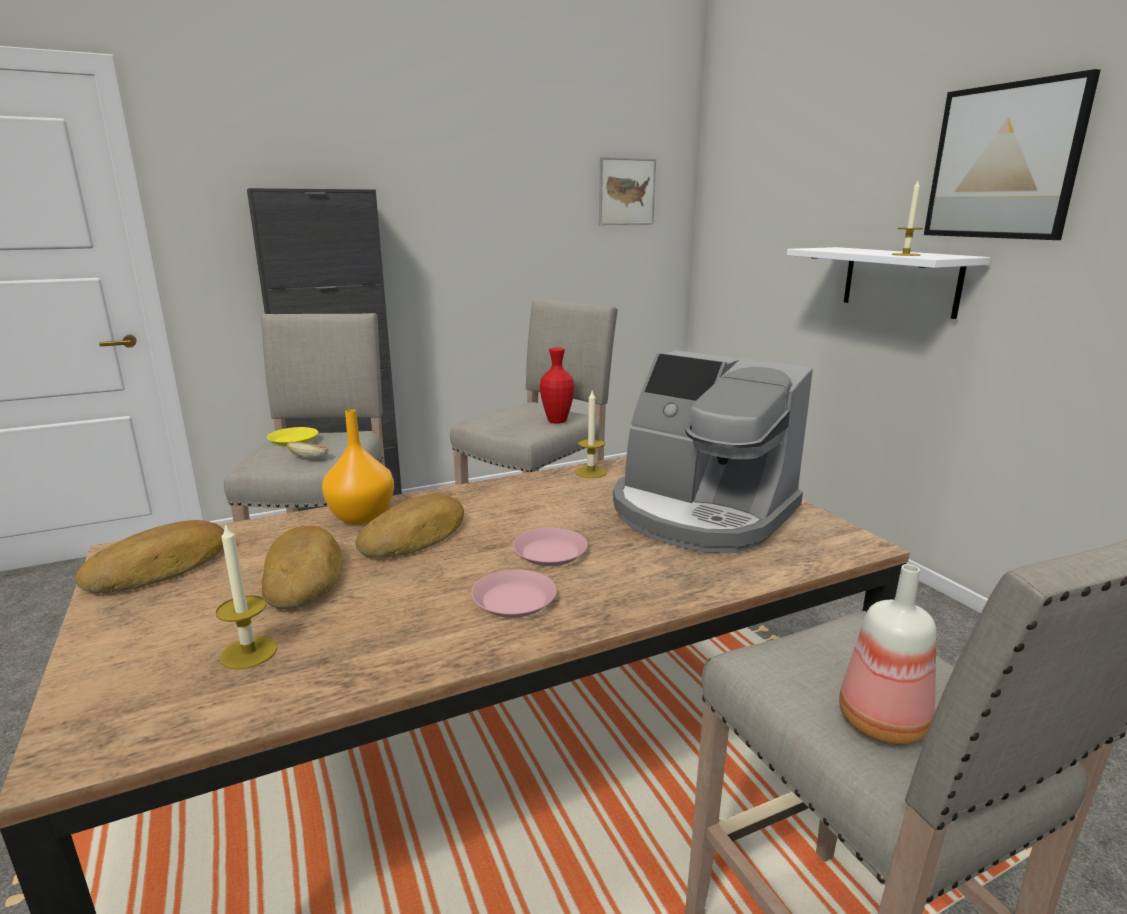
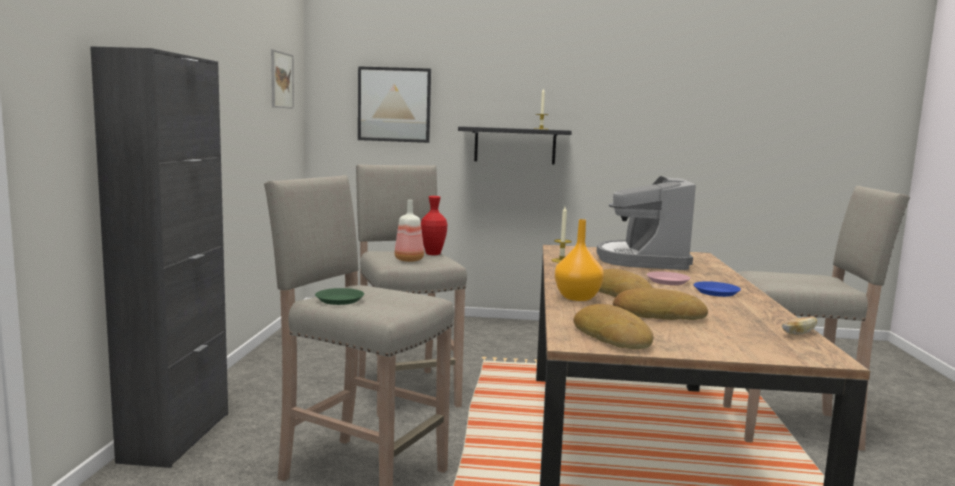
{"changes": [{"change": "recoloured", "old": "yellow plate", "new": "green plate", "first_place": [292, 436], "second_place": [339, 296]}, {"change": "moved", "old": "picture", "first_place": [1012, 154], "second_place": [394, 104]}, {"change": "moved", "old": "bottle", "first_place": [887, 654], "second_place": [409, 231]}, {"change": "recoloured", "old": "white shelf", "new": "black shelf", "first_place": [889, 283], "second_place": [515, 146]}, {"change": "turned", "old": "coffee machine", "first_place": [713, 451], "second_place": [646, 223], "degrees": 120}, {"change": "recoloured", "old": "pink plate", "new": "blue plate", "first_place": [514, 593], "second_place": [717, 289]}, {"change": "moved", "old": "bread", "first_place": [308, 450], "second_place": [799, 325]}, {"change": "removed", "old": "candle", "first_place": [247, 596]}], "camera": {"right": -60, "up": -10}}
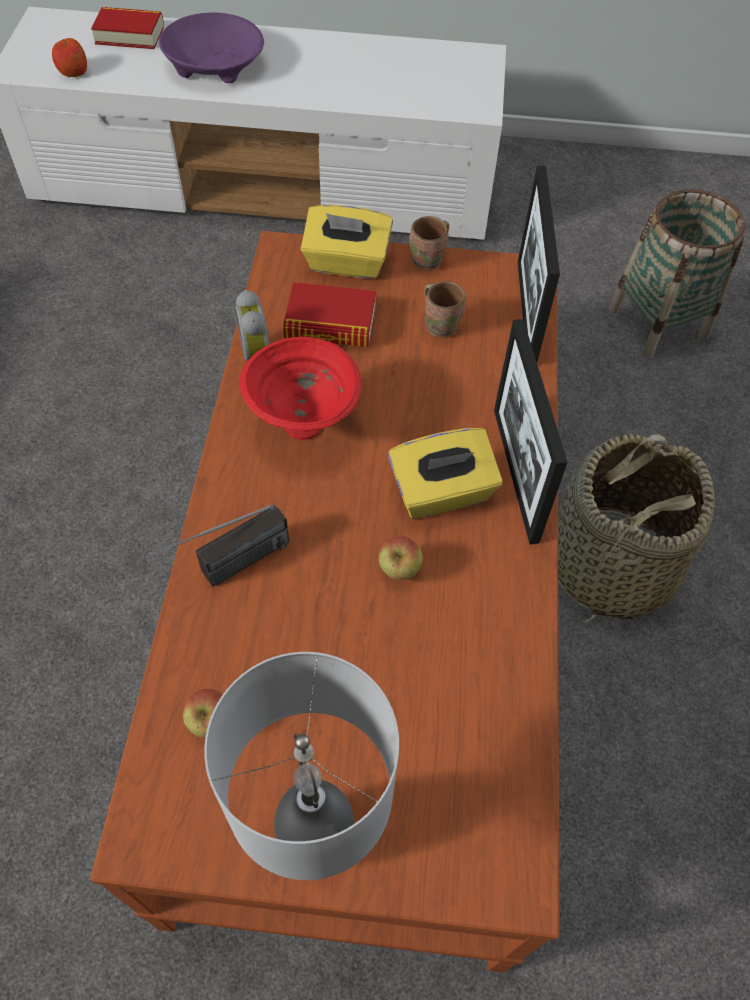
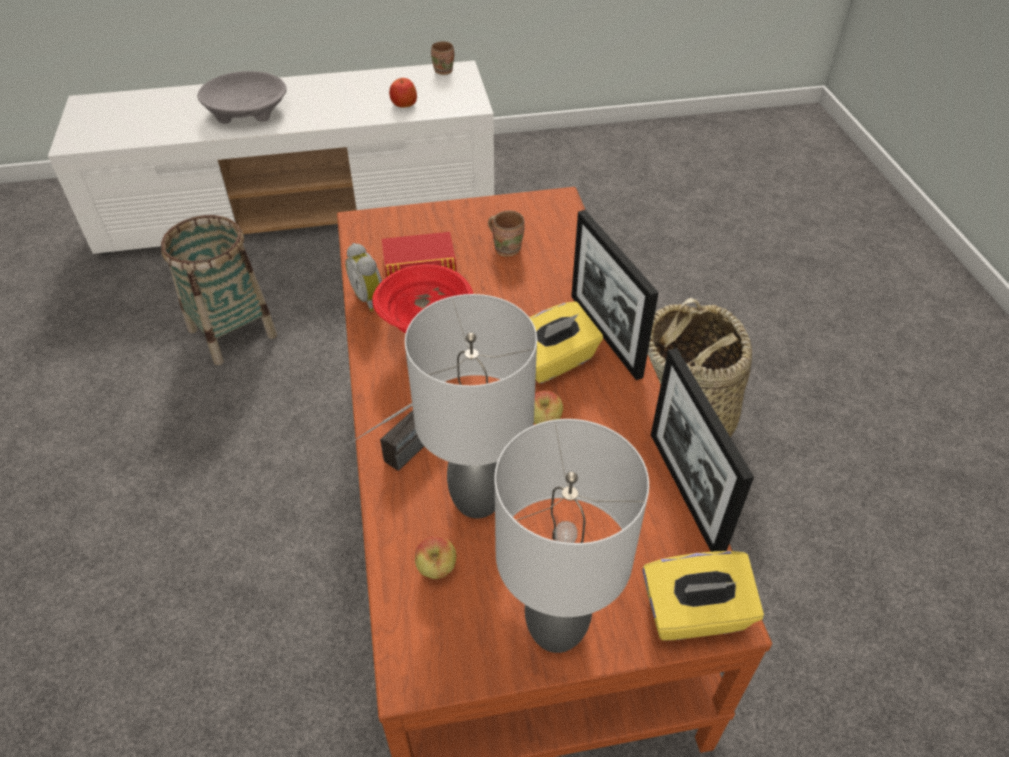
{"changes": [{"change": "moved", "old": "basket", "first_place": [677, 273], "second_place": [219, 290]}, {"change": "recoloured", "old": "purple bowl", "new": "grey bowl", "first_place": [211, 47], "second_place": [242, 97]}, {"change": "moved", "old": "apple", "first_place": [69, 57], "second_place": [403, 93]}, {"change": "added", "new": "grey table lamp", "second_place": [471, 406]}, {"change": "moved", "old": "brown mug", "first_place": [429, 243], "second_place": [442, 58]}, {"change": "moved", "old": "yellow tissue box", "first_place": [347, 242], "second_place": [703, 596]}, {"change": "moved", "old": "picture frame", "first_place": [539, 264], "second_place": [702, 450]}, {"change": "removed", "old": "book", "first_place": [127, 28]}], "camera": {"right": -15, "up": -10}}
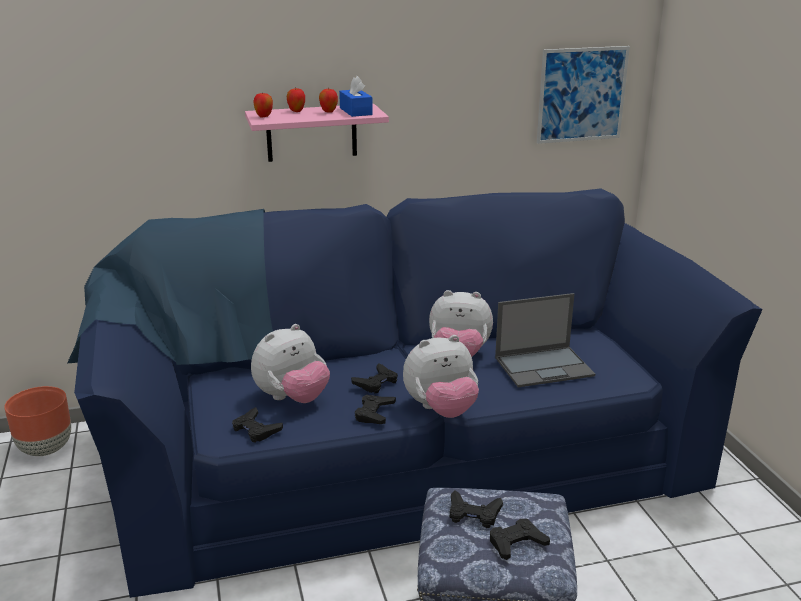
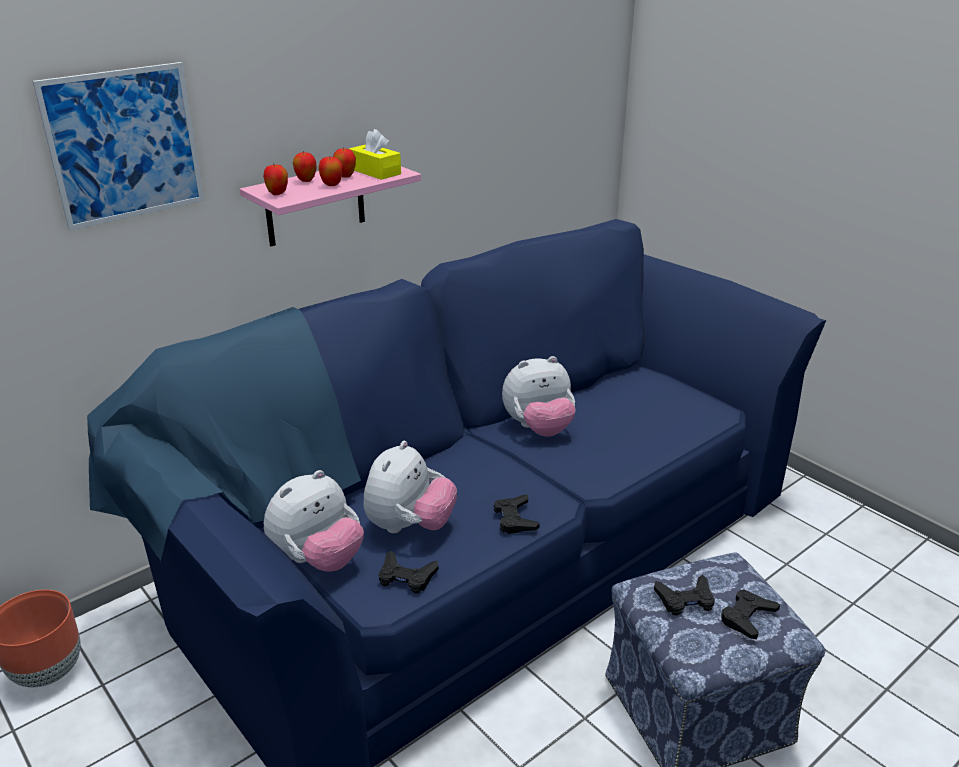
{"changes": [{"change": "moved", "old": "picture", "first_place": [583, 95], "second_place": [118, 146]}, {"change": "moved", "old": "plush toy", "first_place": [441, 376], "second_place": [314, 521]}, {"change": "added", "new": "apple", "second_place": [330, 170]}, {"change": "recoloured", "old": "blue tissue box", "new": "yellow tissue box", "first_place": [356, 96], "second_place": [375, 154]}, {"change": "removed", "old": "black game controller", "first_place": [374, 378]}, {"change": "removed", "old": "laptop", "first_place": [545, 340]}], "camera": {"right": -25, "up": 5}}
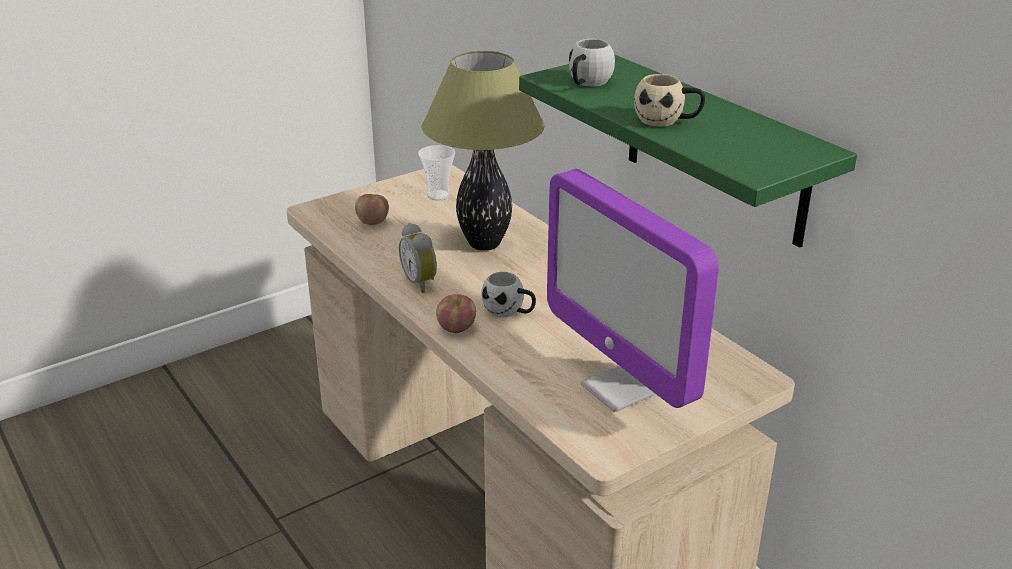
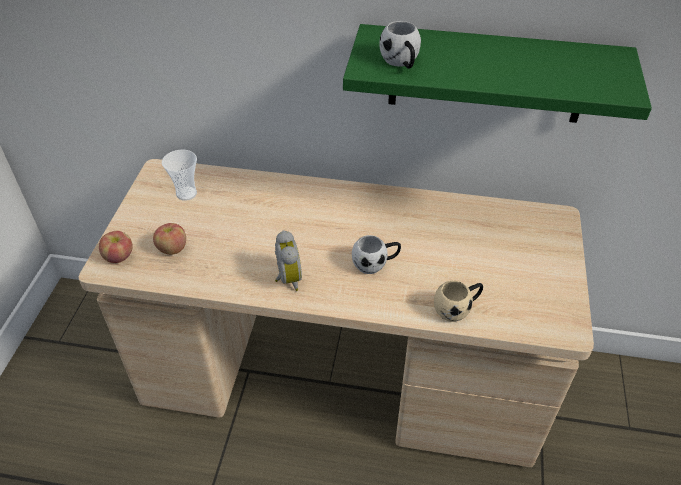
{"changes": [{"change": "moved", "old": "apple", "first_place": [456, 313], "second_place": [116, 247]}, {"change": "turned", "old": "alarm clock", "first_place": [418, 258], "second_place": [288, 260], "degrees": -120}, {"change": "moved", "old": "beige mug", "first_place": [669, 100], "second_place": [458, 301]}, {"change": "removed", "old": "table lamp", "first_place": [483, 150]}, {"change": "removed", "old": "monitor", "first_place": [633, 290]}], "camera": {"right": -45, "up": 15}}
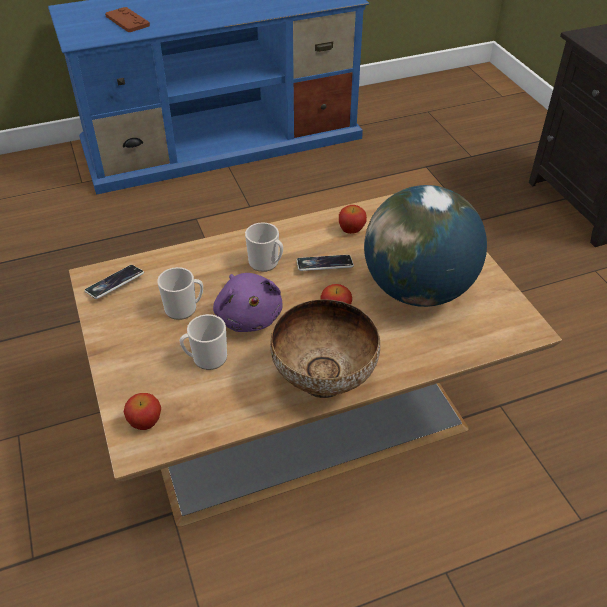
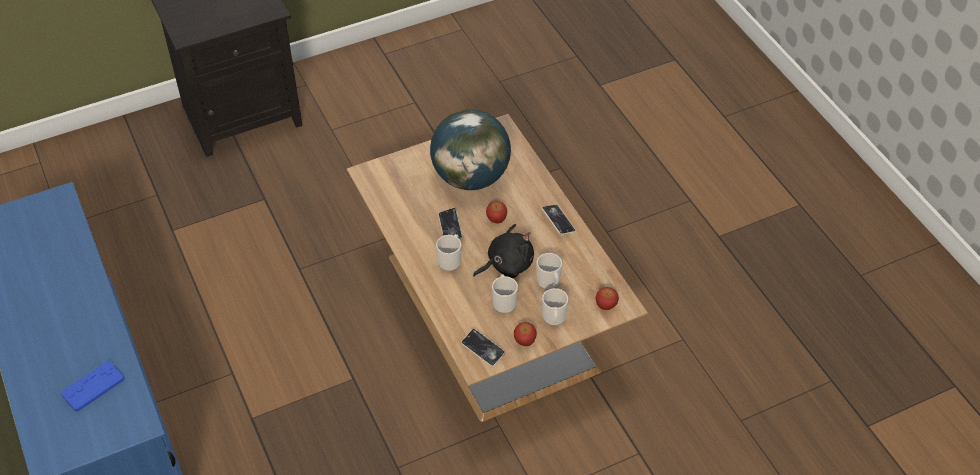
{"changes": [{"change": "recoloured", "old": "brown game controller", "new": "blue game controller", "first_place": [127, 19], "second_place": [93, 386]}, {"change": "recoloured", "old": "purple plush toy", "new": "black plush toy", "first_place": [248, 302], "second_place": [503, 251]}, {"change": "moved", "old": "apple", "first_place": [353, 219], "second_place": [525, 334]}, {"change": "replaced", "old": "bowl", "new": "phone", "first_place": [325, 348], "second_place": [559, 220]}, {"change": "added", "new": "mug", "second_place": [555, 307]}], "camera": {"right": -95, "up": 5}}
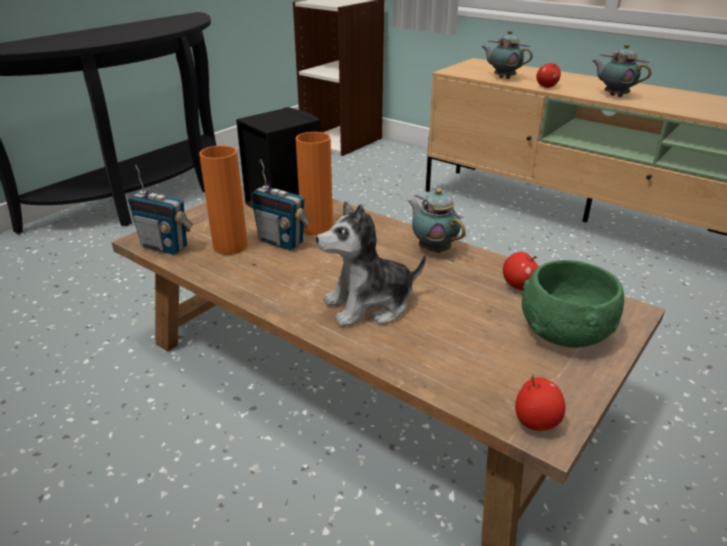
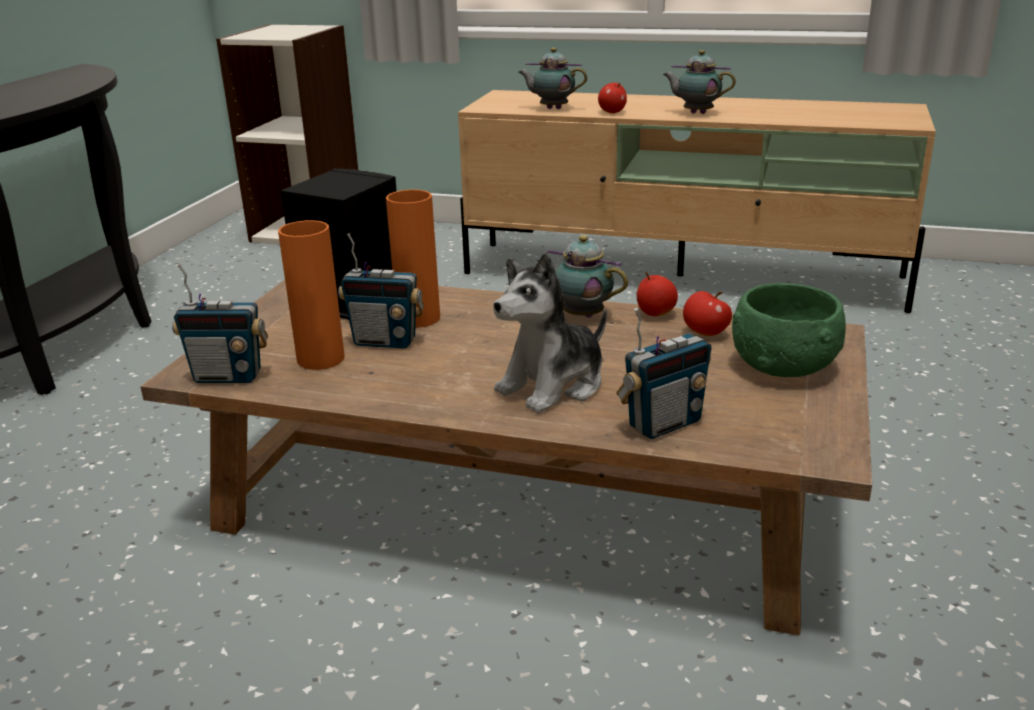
{"changes": [{"change": "added", "new": "radio", "second_place": [664, 373]}, {"change": "moved", "old": "apple", "first_place": [540, 403], "second_place": [657, 294]}], "camera": {"right": -20, "up": -5}}
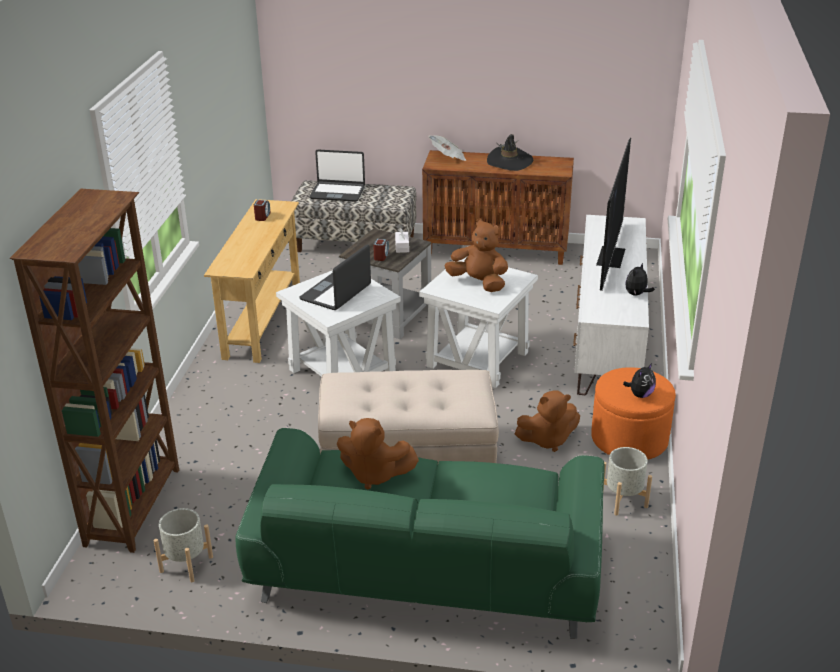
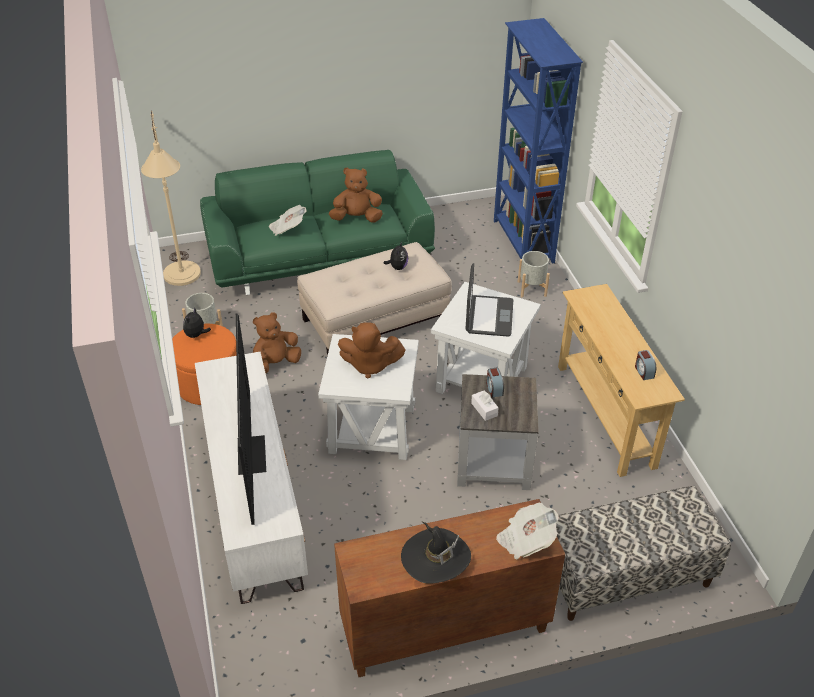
{"changes": [{"change": "added", "new": "beige floor lamp", "second_place": [171, 198]}, {"change": "added", "new": "newspaper", "second_place": [288, 220]}, {"change": "moved", "old": "plush toy", "first_place": [640, 279], "second_place": [396, 255]}, {"change": "recoloured", "old": "brown bookcase", "new": "blue bookcase", "first_place": [94, 371], "second_place": [538, 141]}, {"change": "moved", "old": "grey planter", "first_place": [183, 545], "second_place": [534, 274]}, {"change": "removed", "old": "laptop", "first_place": [337, 176]}], "camera": {"right": 155, "up": 10}}
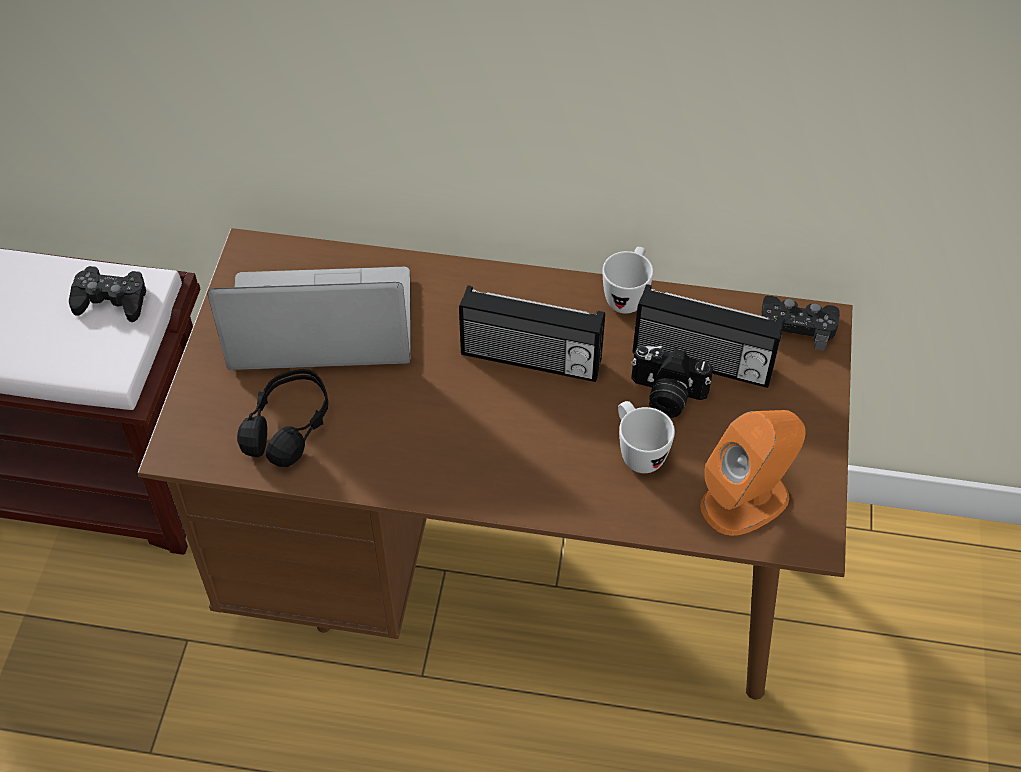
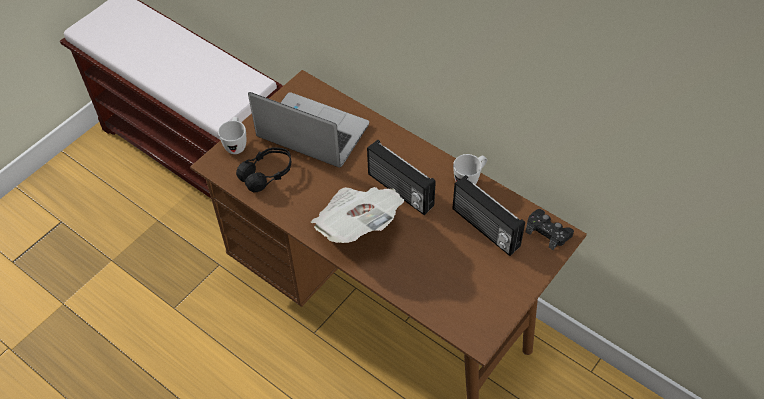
{"changes": [{"change": "moved", "old": "white mug", "first_place": [646, 437], "second_place": [232, 135]}, {"change": "added", "new": "newspaper", "second_place": [357, 215]}, {"change": "removed", "old": "black game controller", "first_place": [107, 294]}, {"change": "removed", "old": "photo camera", "first_place": [672, 382]}, {"change": "removed", "old": "orange speaker", "first_place": [753, 473]}], "camera": {"right": 30, "up": 0}}
